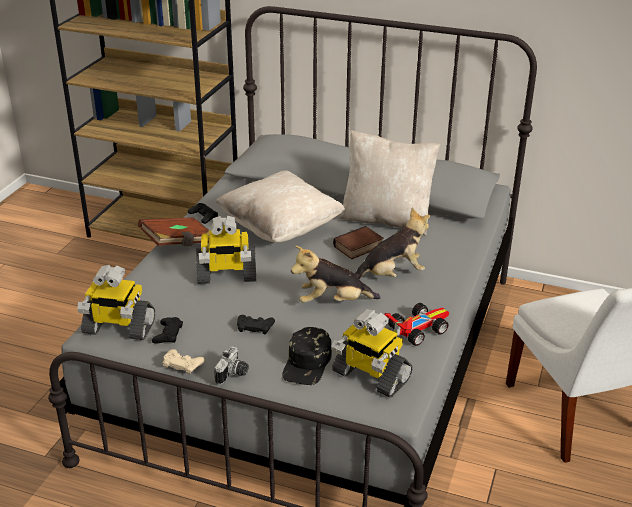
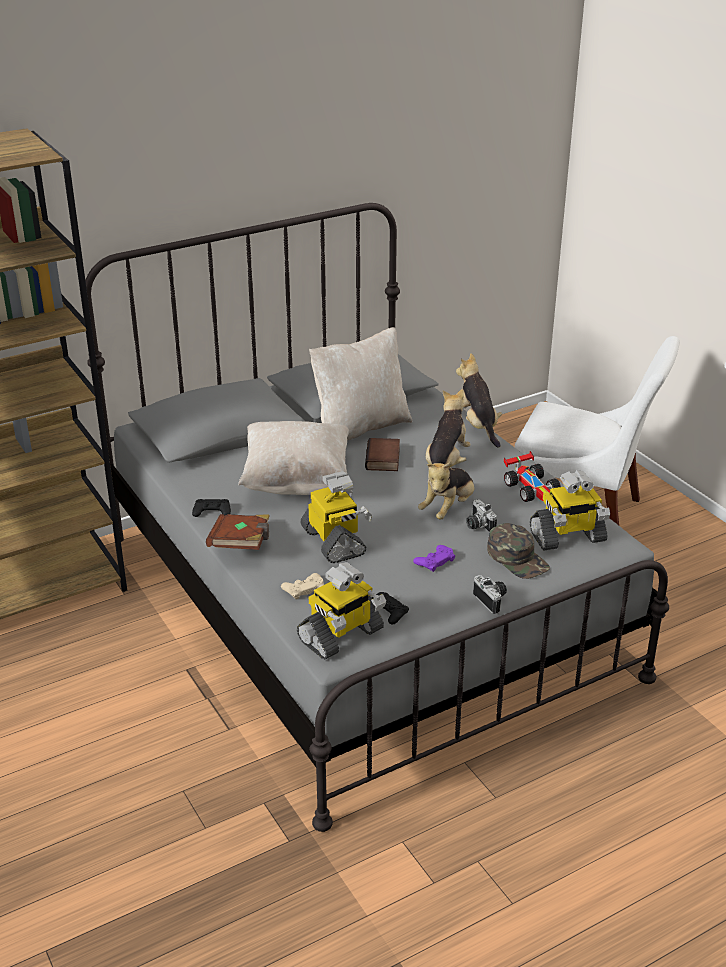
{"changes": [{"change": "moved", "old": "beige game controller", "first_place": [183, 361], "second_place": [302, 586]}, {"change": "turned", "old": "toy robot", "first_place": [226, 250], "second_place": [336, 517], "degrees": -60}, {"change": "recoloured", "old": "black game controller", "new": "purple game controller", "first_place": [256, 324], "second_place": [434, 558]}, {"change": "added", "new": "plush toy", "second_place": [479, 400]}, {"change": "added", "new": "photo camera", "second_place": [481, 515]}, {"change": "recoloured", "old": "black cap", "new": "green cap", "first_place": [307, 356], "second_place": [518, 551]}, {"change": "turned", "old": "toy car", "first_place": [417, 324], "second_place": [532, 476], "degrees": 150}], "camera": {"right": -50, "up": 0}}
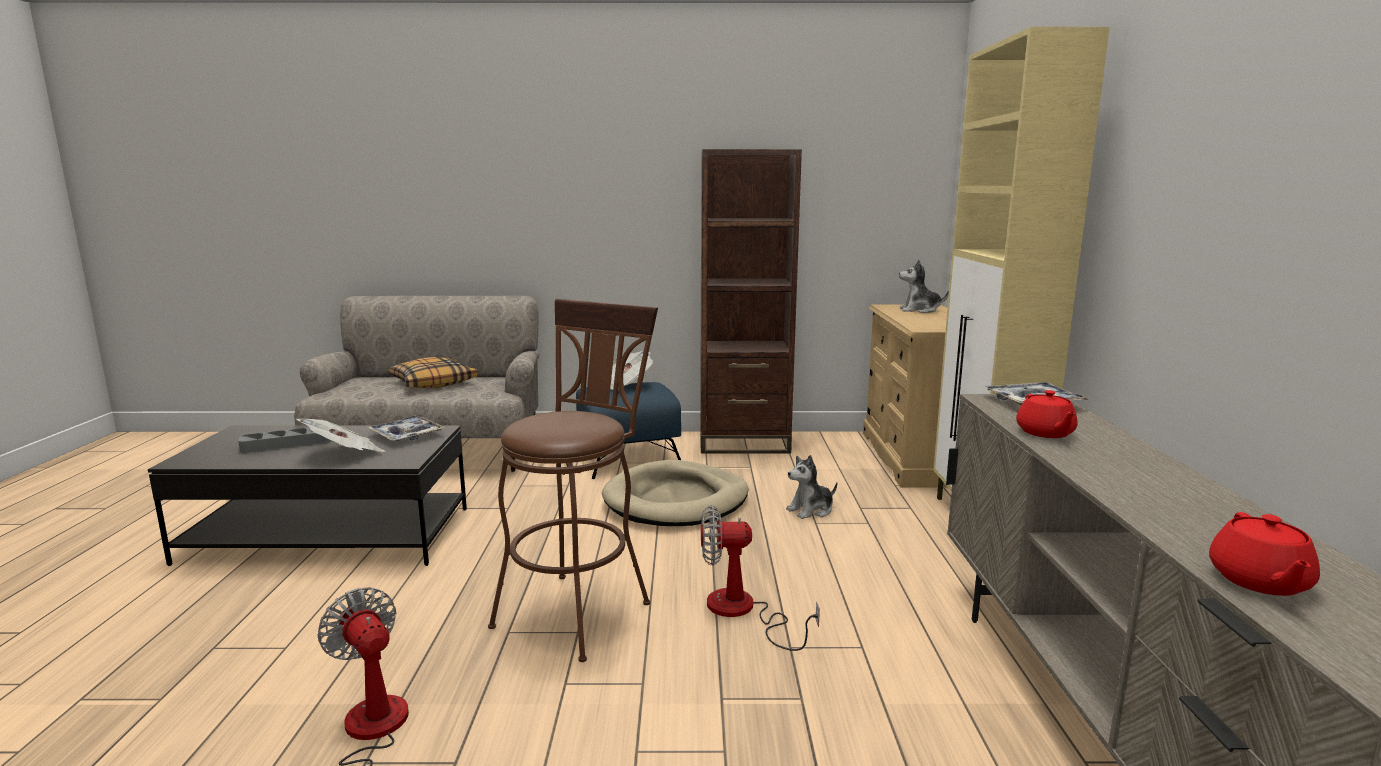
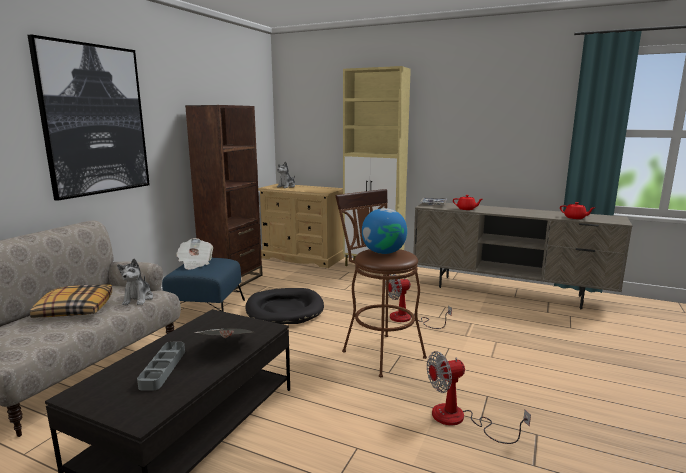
{"changes": [{"change": "added", "new": "picture", "second_place": [89, 117]}, {"change": "moved", "old": "plush toy", "first_place": [811, 487], "second_place": [135, 282]}, {"change": "recoloured", "old": "beige dog bed", "new": "black dog bed", "first_place": [675, 493], "second_place": [285, 306]}, {"change": "added", "new": "globe", "second_place": [384, 231]}, {"change": "turned", "old": "fan", "first_place": [760, 578], "second_place": [418, 301], "degrees": 45}, {"change": "removed", "old": "tray", "first_place": [406, 428]}], "camera": {"right": -65, "up": 0}}
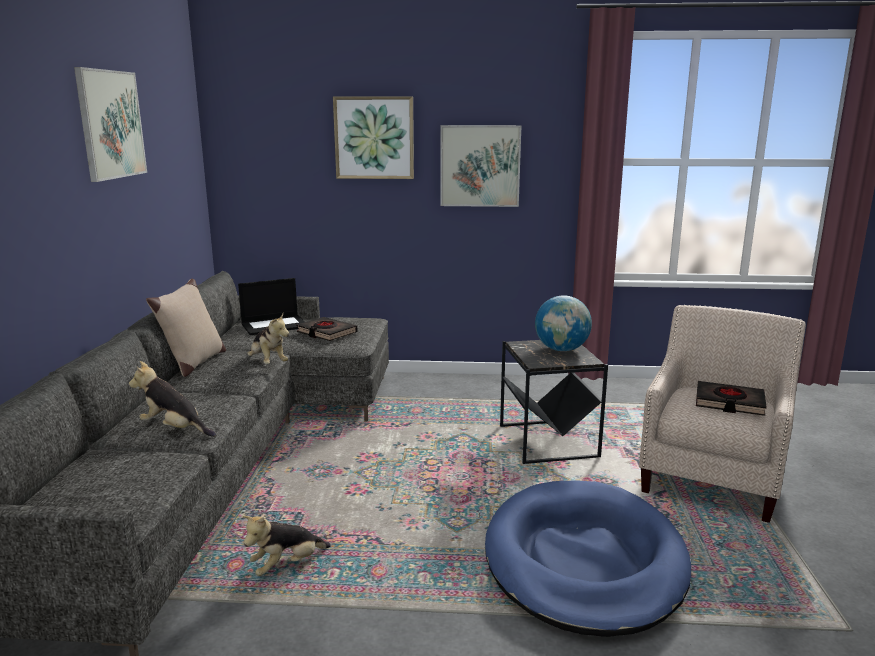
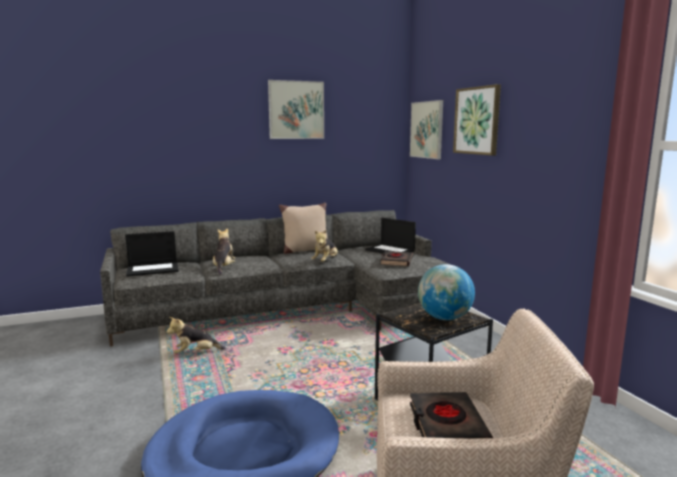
{"changes": [{"change": "added", "new": "laptop", "second_place": [152, 254]}, {"change": "turned", "old": "plush toy", "first_place": [287, 546], "second_place": [196, 335], "degrees": -45}, {"change": "moved", "old": "picture", "first_place": [481, 166], "second_place": [426, 129]}], "camera": {"right": 65, "up": -5}}
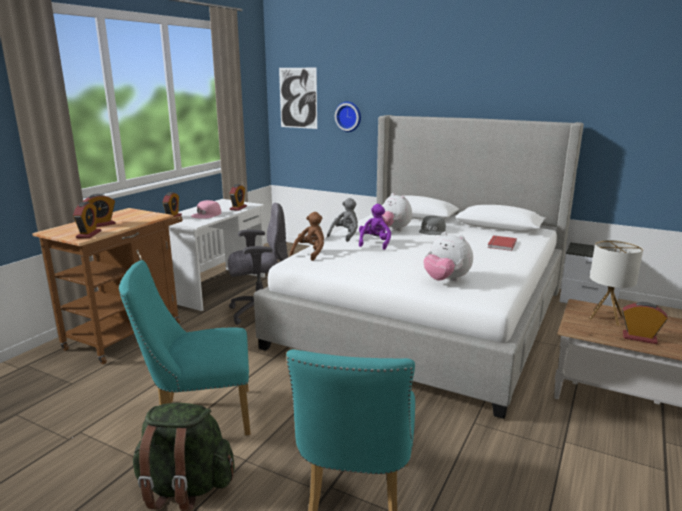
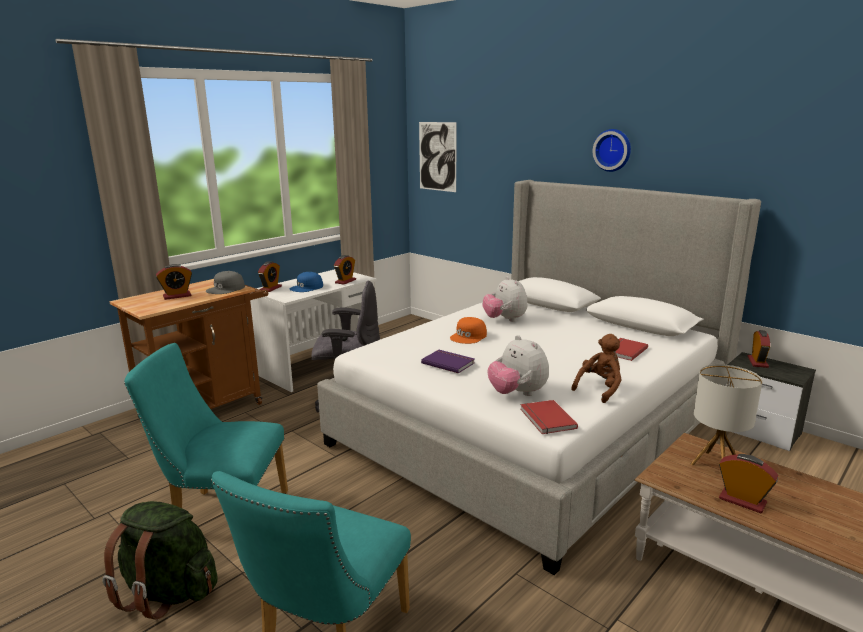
{"changes": [{"change": "moved", "old": "grey cap", "first_place": [432, 225], "second_place": [225, 282]}, {"change": "recoloured", "old": "pink cap", "new": "blue cap", "first_place": [206, 209], "second_place": [306, 282]}, {"change": "added", "new": "purple book", "second_place": [448, 361]}, {"change": "replaced", "old": "purple plush toy", "new": "orange cap", "first_place": [375, 227], "second_place": [468, 330]}, {"change": "added", "new": "red book", "second_place": [549, 417]}, {"change": "moved", "old": "brown plush toy", "first_place": [307, 236], "second_place": [596, 368]}, {"change": "moved", "old": "wall clock", "first_place": [348, 117], "second_place": [612, 150]}, {"change": "moved", "old": "alarm clock", "first_place": [87, 220], "second_place": [758, 349]}, {"change": "removed", "old": "grey plush toy", "first_place": [342, 220]}], "camera": {"right": 15, "up": 0}}
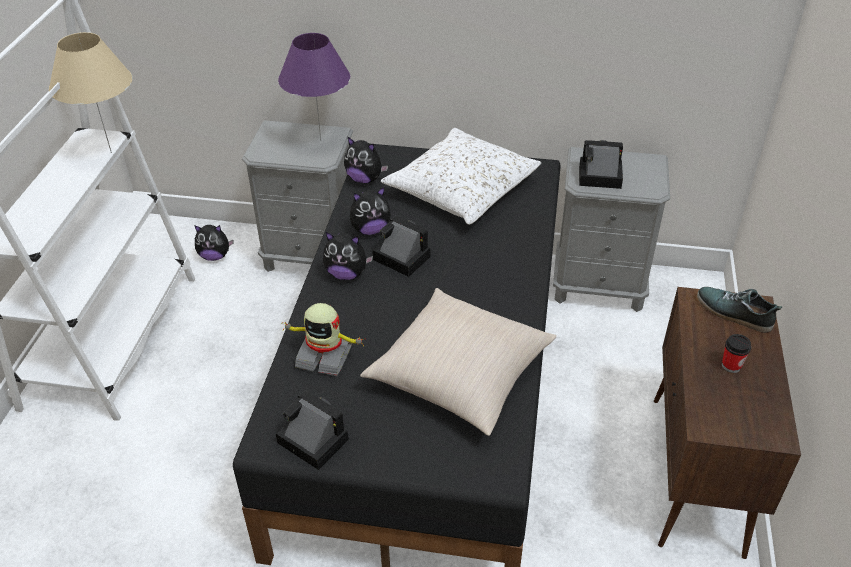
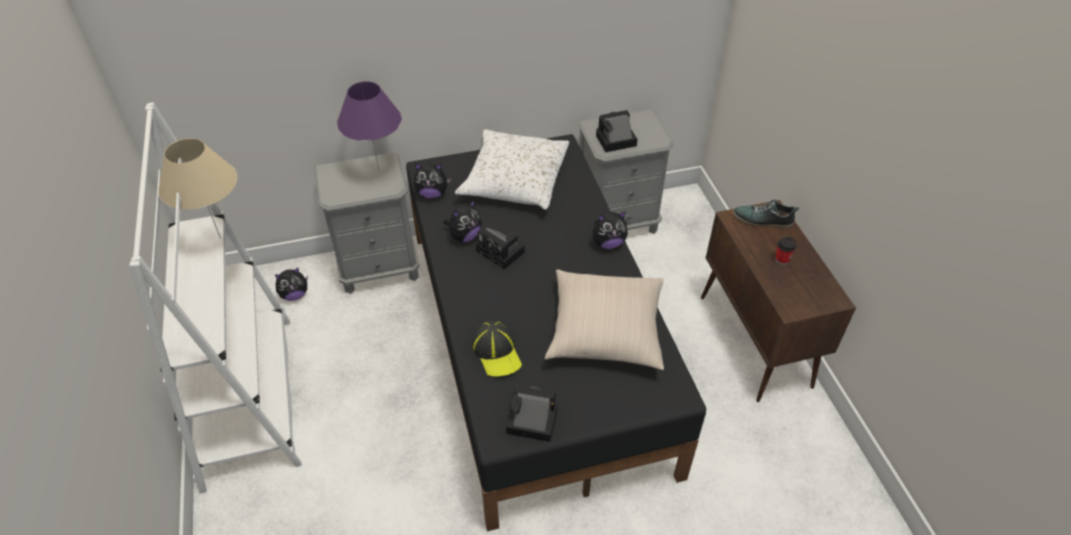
{"changes": [{"change": "replaced", "old": "toy robot", "new": "cap", "first_place": [322, 339], "second_place": [497, 349]}, {"change": "turned", "old": "photo camera", "first_place": [401, 246], "second_place": [500, 248], "degrees": -150}, {"change": "moved", "old": "plush toy", "first_place": [348, 256], "second_place": [610, 230]}], "camera": {"right": -25, "up": 5}}
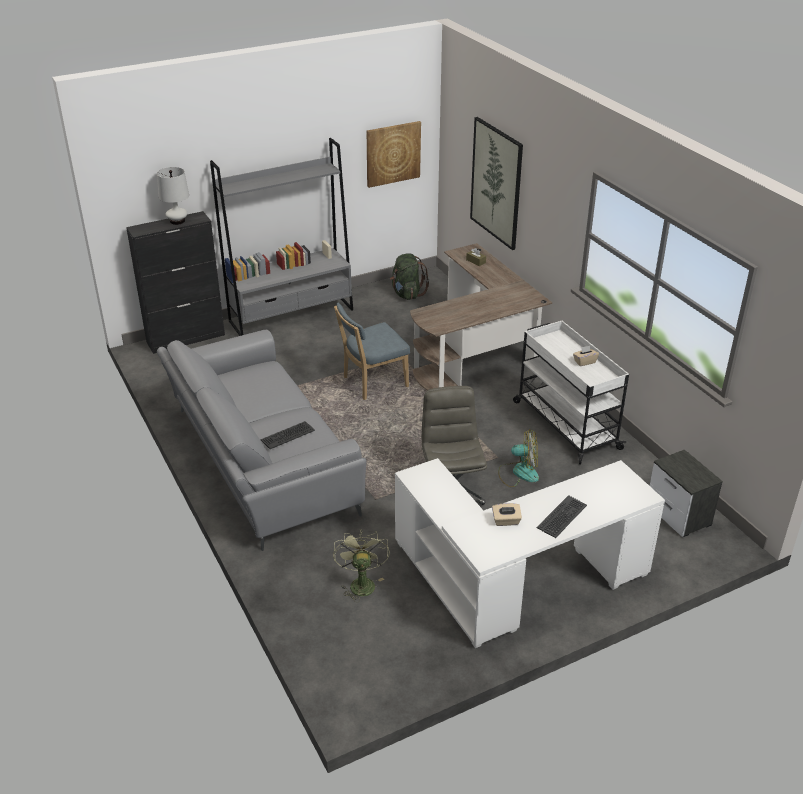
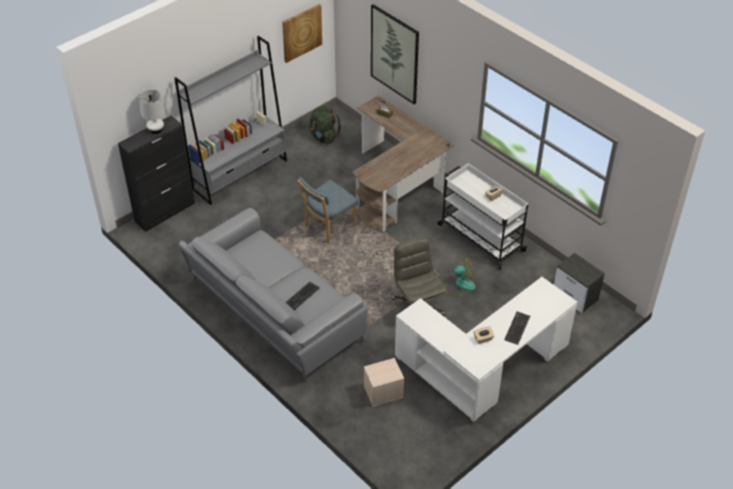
{"changes": [{"change": "replaced", "old": "green fan", "new": "beige storage box", "first_place": [361, 565], "second_place": [384, 382]}], "camera": {"right": -15, "up": 10}}
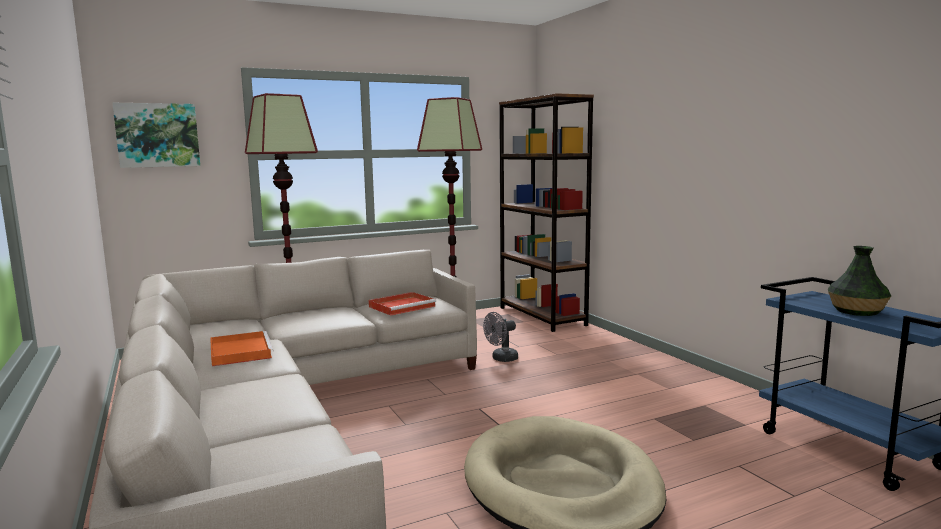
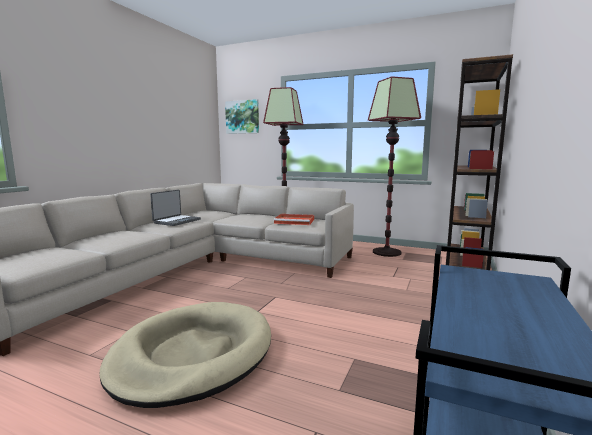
{"changes": [{"change": "replaced", "old": "orange tray", "new": "laptop", "first_place": [242, 348], "second_place": [175, 208]}, {"change": "removed", "old": "grey fan", "first_place": [500, 337]}, {"change": "removed", "old": "vase", "first_place": [859, 281]}], "camera": {"right": 50, "up": 0}}
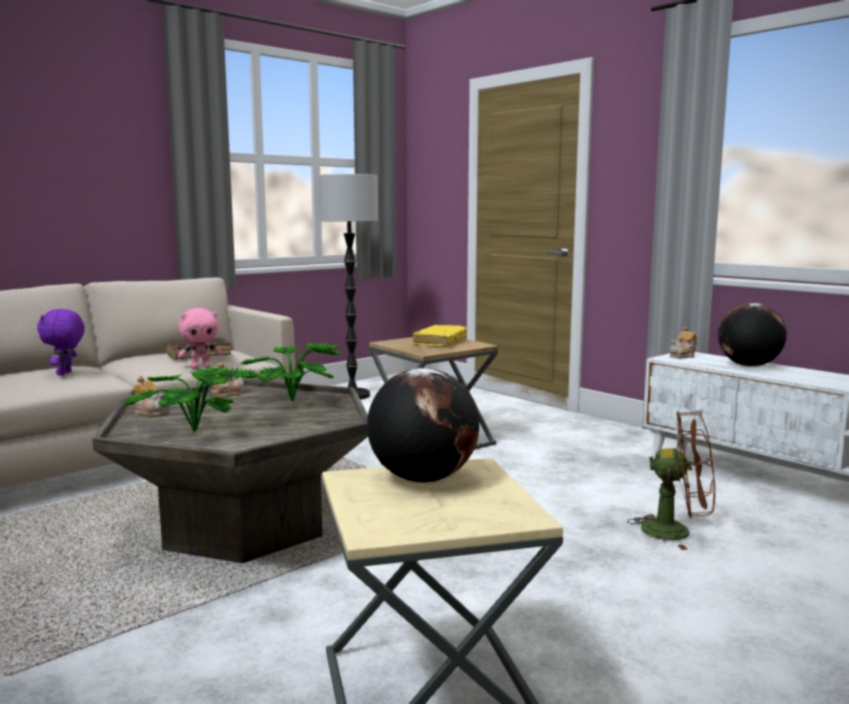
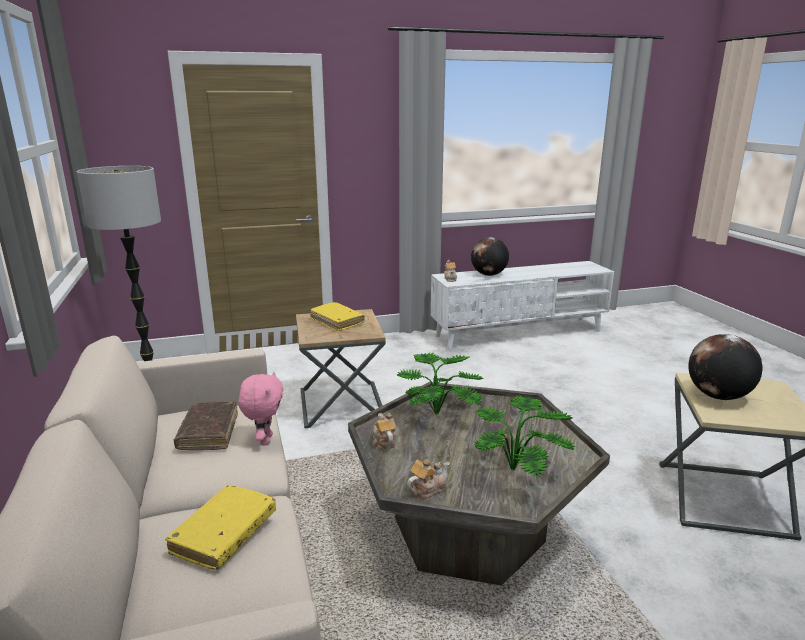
{"changes": [{"change": "replaced", "old": "purple plush toy", "new": "yellow book", "first_place": [61, 342], "second_place": [220, 527]}, {"change": "removed", "old": "brown fan", "first_place": [671, 480]}], "camera": {"right": -65, "up": 10}}
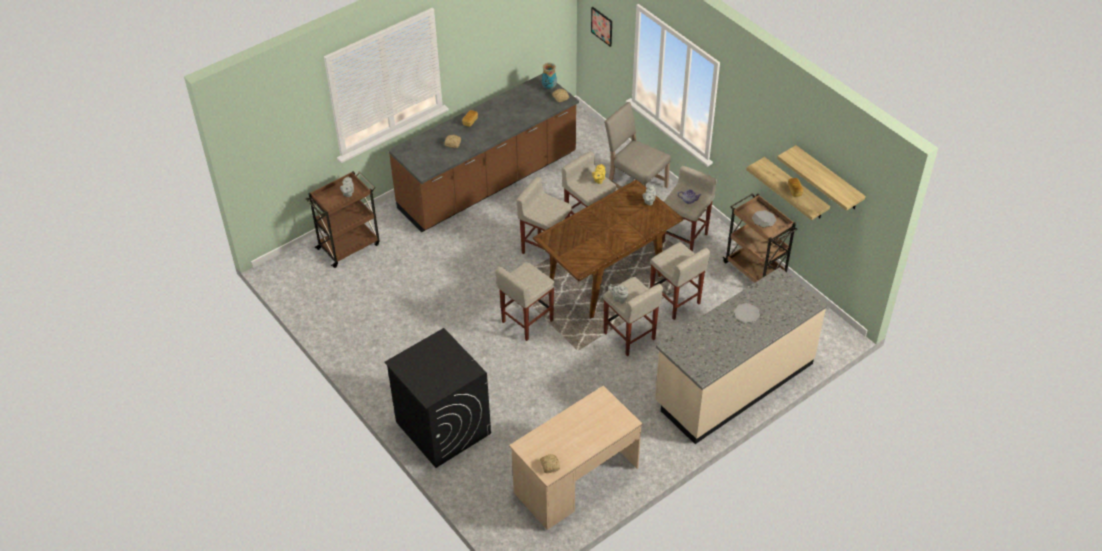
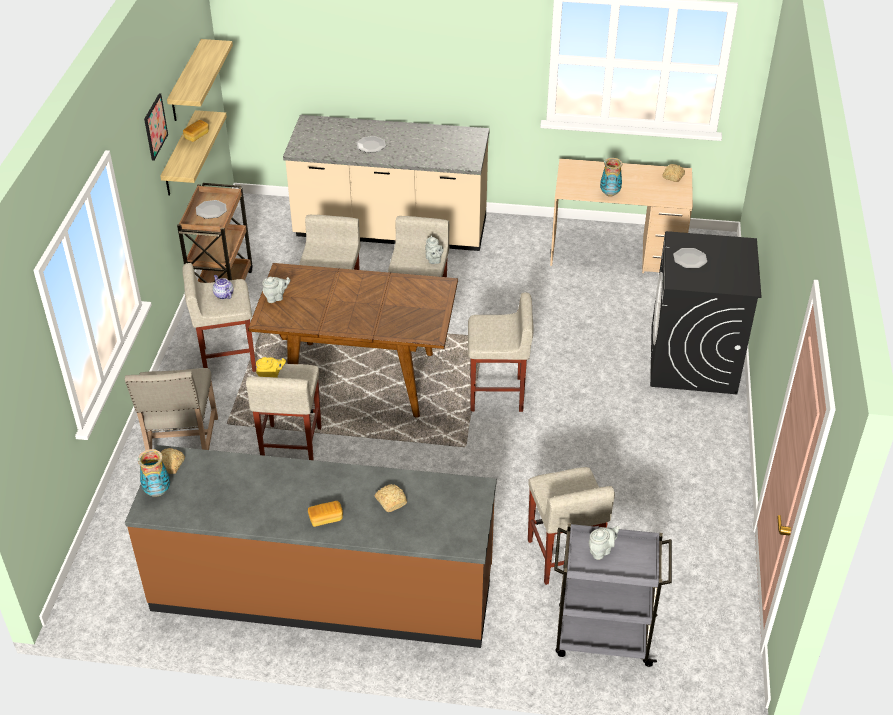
{"changes": [{"change": "moved", "old": "picture", "first_place": [601, 26], "second_place": [156, 127]}, {"change": "moved", "old": "beige stool", "first_place": [544, 220], "second_place": [571, 526]}, {"change": "recoloured", "old": "brown cart", "new": "grey cart", "first_place": [342, 219], "second_place": [613, 595]}, {"change": "added", "new": "vase", "second_place": [611, 177]}, {"change": "added", "new": "plate", "second_place": [690, 258]}], "camera": {"right": -135, "up": -5}}
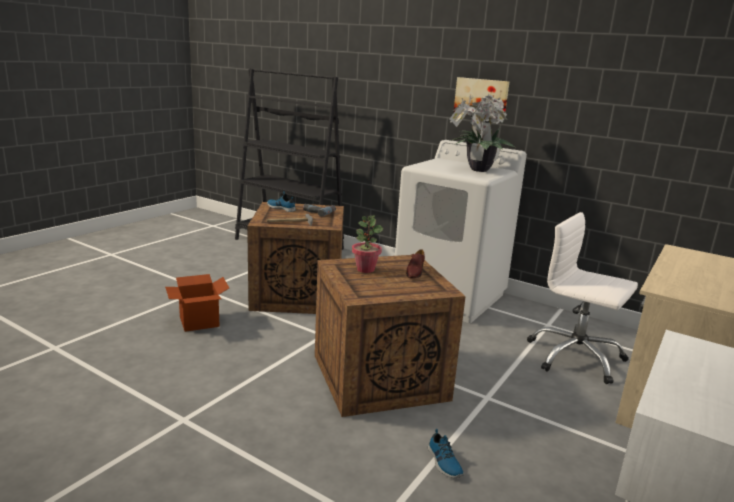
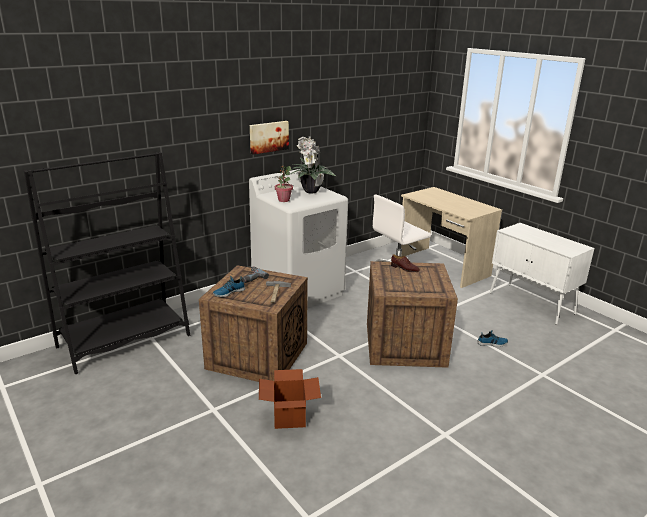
{"changes": [{"change": "moved", "old": "potted plant", "first_place": [367, 244], "second_place": [284, 184]}], "camera": {"right": -70, "up": 5}}
